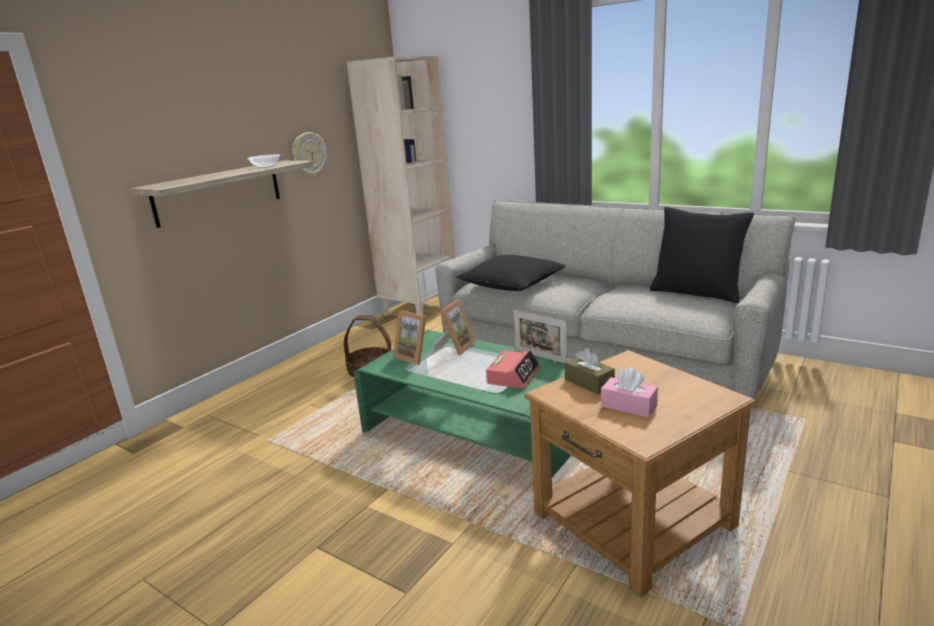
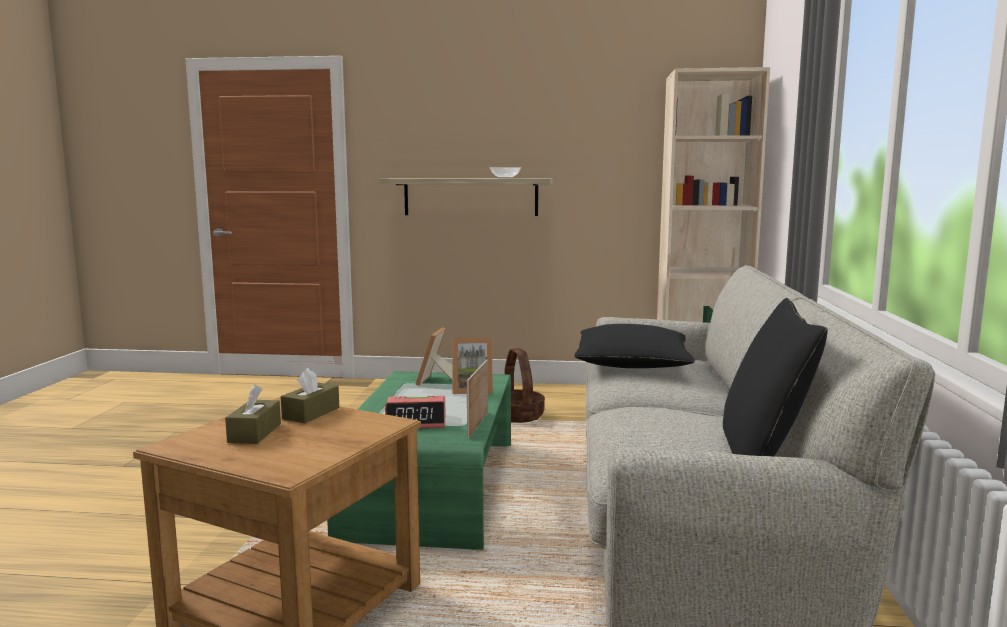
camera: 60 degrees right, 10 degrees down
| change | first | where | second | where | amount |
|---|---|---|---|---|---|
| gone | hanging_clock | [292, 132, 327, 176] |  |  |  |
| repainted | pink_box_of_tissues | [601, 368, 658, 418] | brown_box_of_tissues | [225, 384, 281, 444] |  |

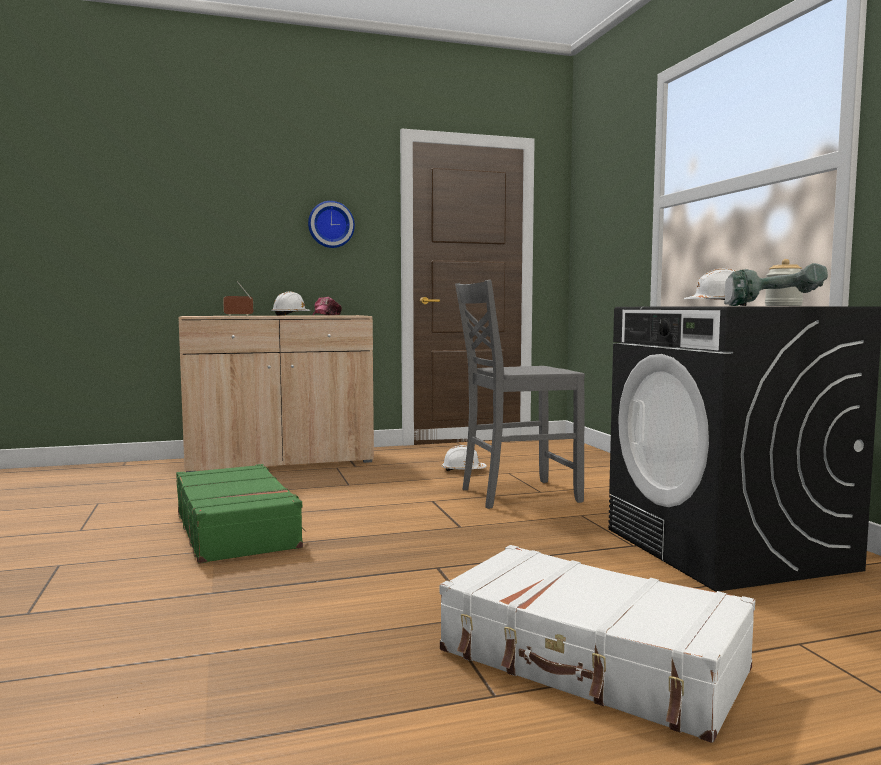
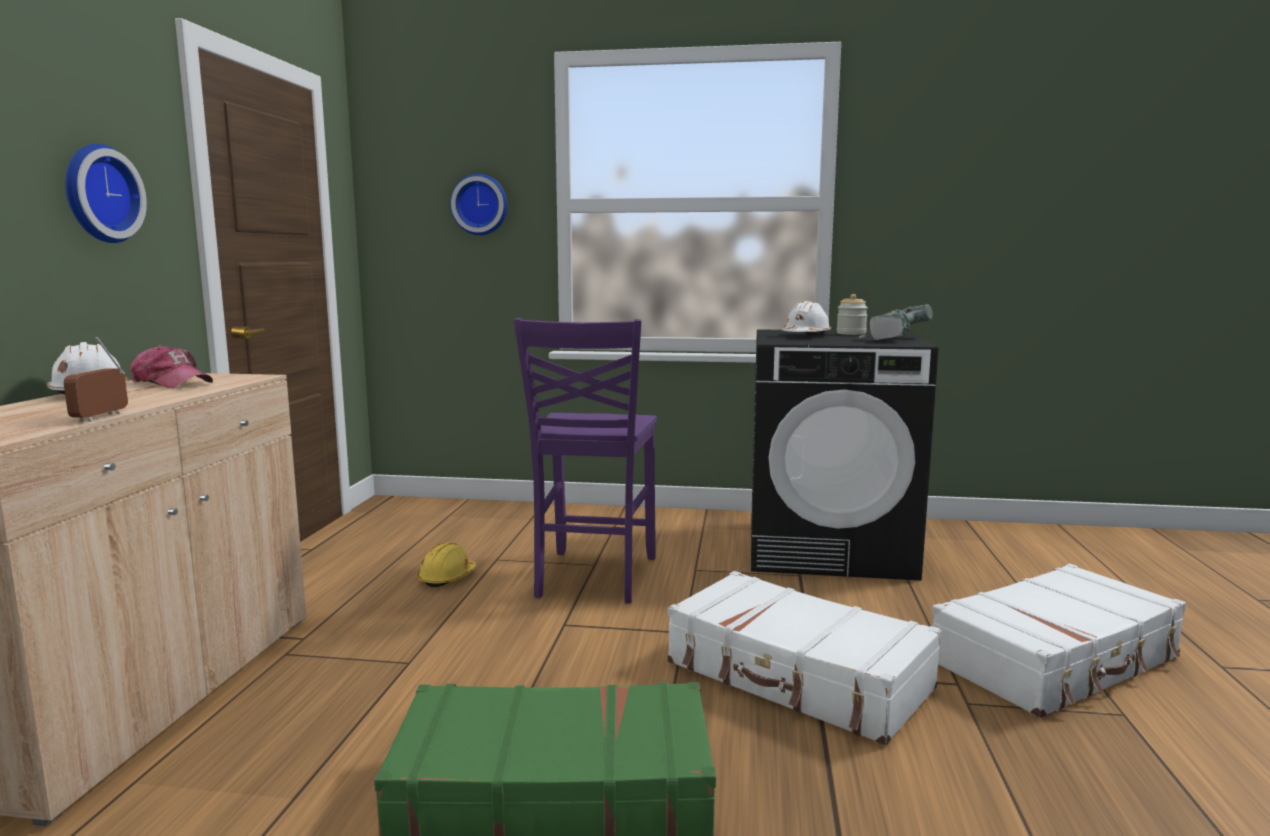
camera: 65 degrees left, 5 degrees up
| change | first | where | second | where | amount |
|---|---|---|---|---|---|
| repainted | white_work_helmet | [442, 445, 487, 471] | yellow_work_helmet | [417, 542, 477, 587] |  |
| repainted | gray_plain_chair | [455, 280, 585, 509] | purple_plain_chair | [514, 318, 657, 604] |  |
| new |  |  | hanging_clock | [450, 174, 508, 235] |  |
| new |  |  | white_travel_case | [668, 571, 942, 745] |  |

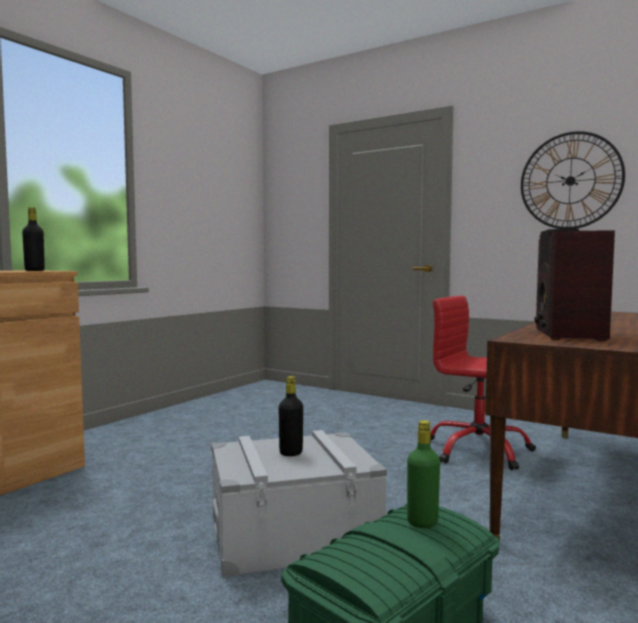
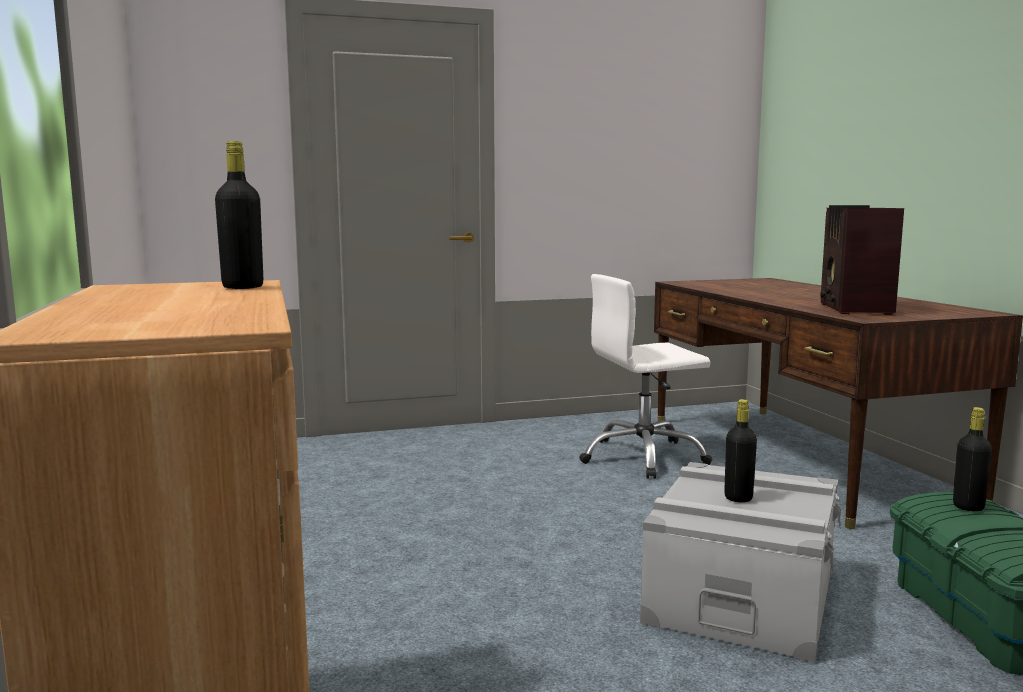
camera: 50 degrees left, 5 degrees up
| change | first | where | second | where | amount |
|---|---|---|---|---|---|
| repainted | greenish_drink_bottle | [407, 420, 440, 528] | blackish_drink_bottle | [953, 407, 992, 512] |  |
| repainted | reddish_office_chair | [430, 296, 536, 470] | white_office_chair | [579, 274, 713, 479] |  |
| gone | hanging_clock | [521, 131, 625, 229] |  |  |  |
| rotated | radio | [535, 229, 615, 341] |  | [820, 205, 904, 315] | 45 degrees clockwise |

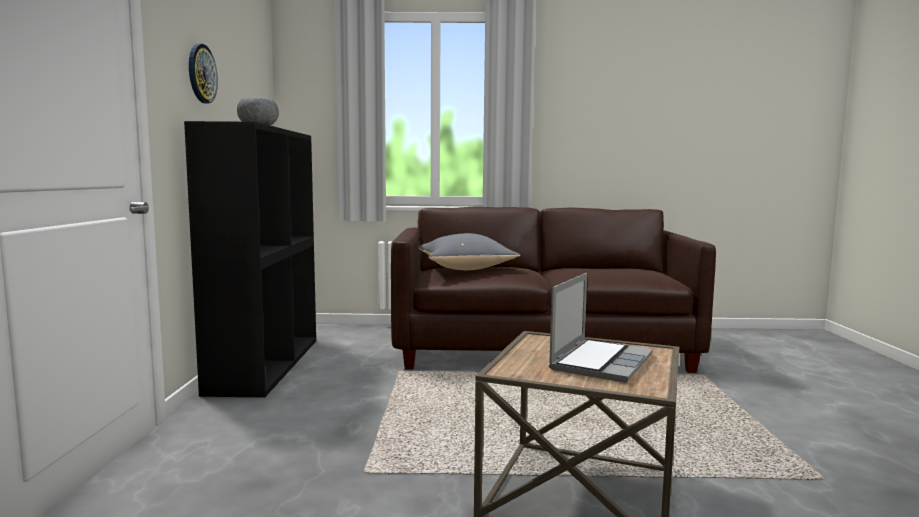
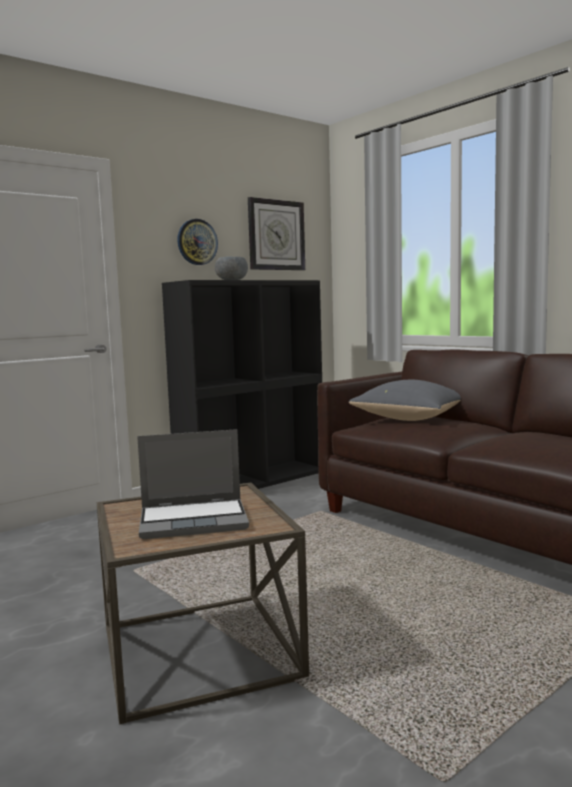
camera: 50 degrees right, 0 degrees up
| change | first | where | second | where | amount |
|---|---|---|---|---|---|
| new |  |  | hanging_clock | [248, 197, 305, 270] |  |

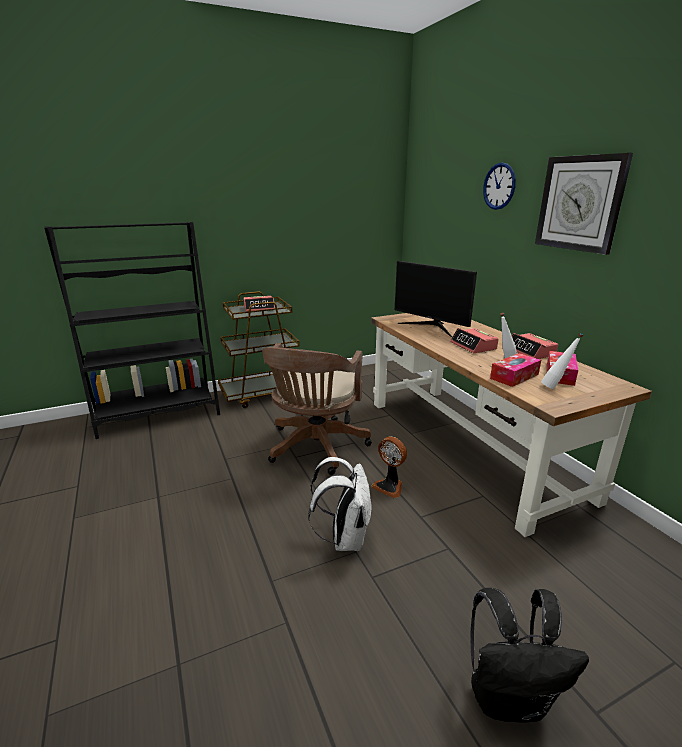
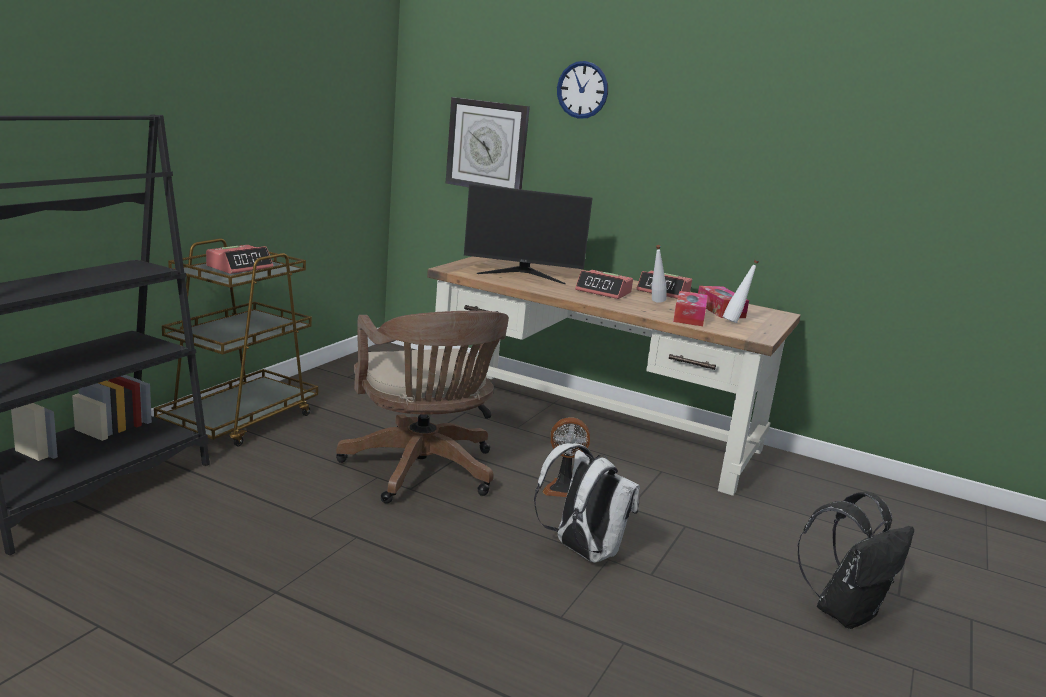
camera: 40 degrees left, 5 degrees down
| change | first | where | second | where | amount |
|---|---|---|---|---|---|
| shifted | hanging_clock | [535, 153, 633, 255] |  | [446, 97, 530, 190] |  |

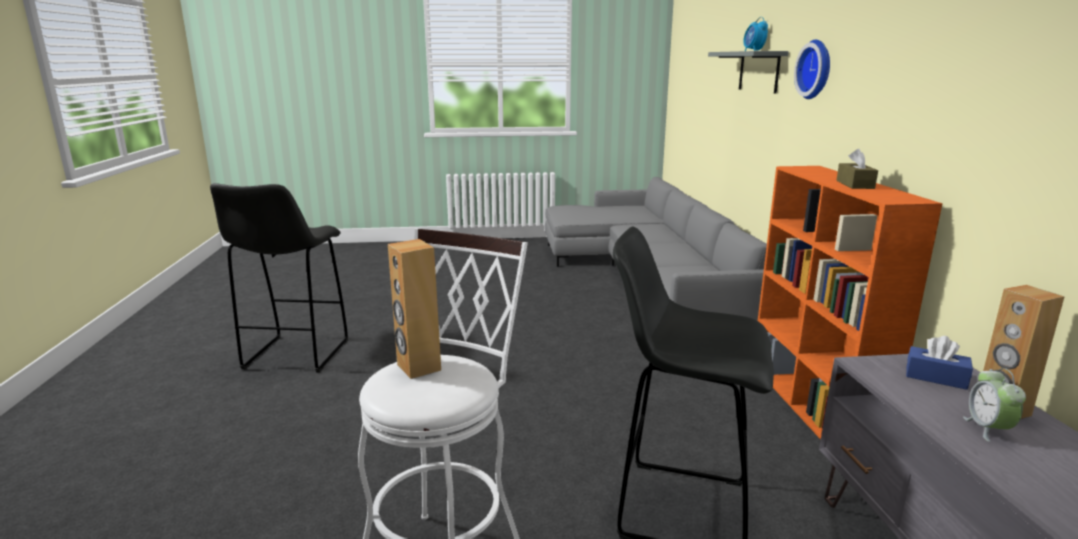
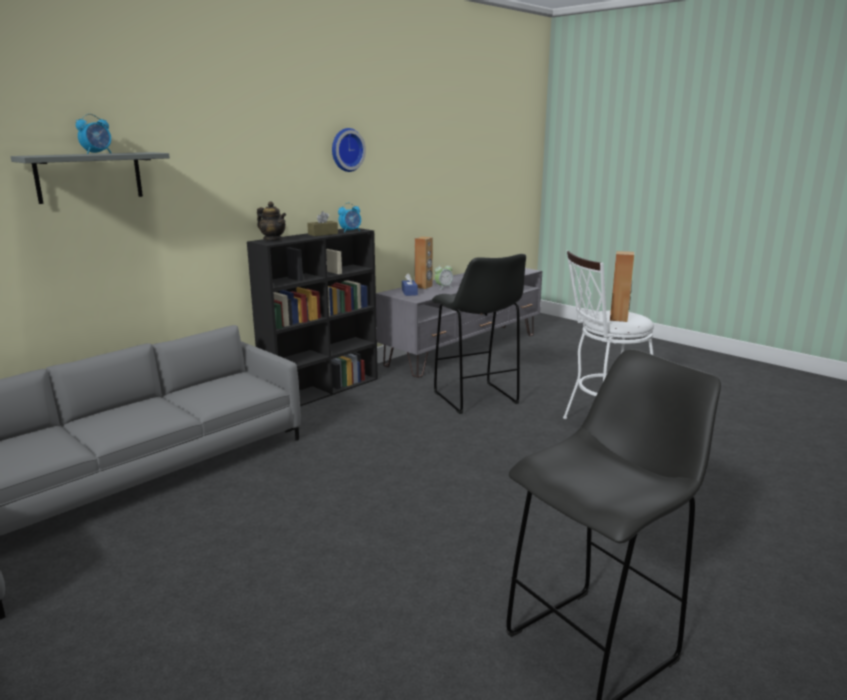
camera: 130 degrees left, 0 degrees up
| change | first | where | second | where | amount |
|---|---|---|---|---|---|
| repainted | orangey_shelving_unit | [758, 166, 943, 440] | blackish_shelving_unit | [247, 228, 378, 406] |  |
| shifted | hanging_clock | [794, 40, 830, 99] |  | [332, 128, 366, 172] |  |
| new |  |  | pot_for_tea | [257, 201, 286, 241] |  |
| new |  |  | alarm_clock | [338, 203, 361, 233] |  |

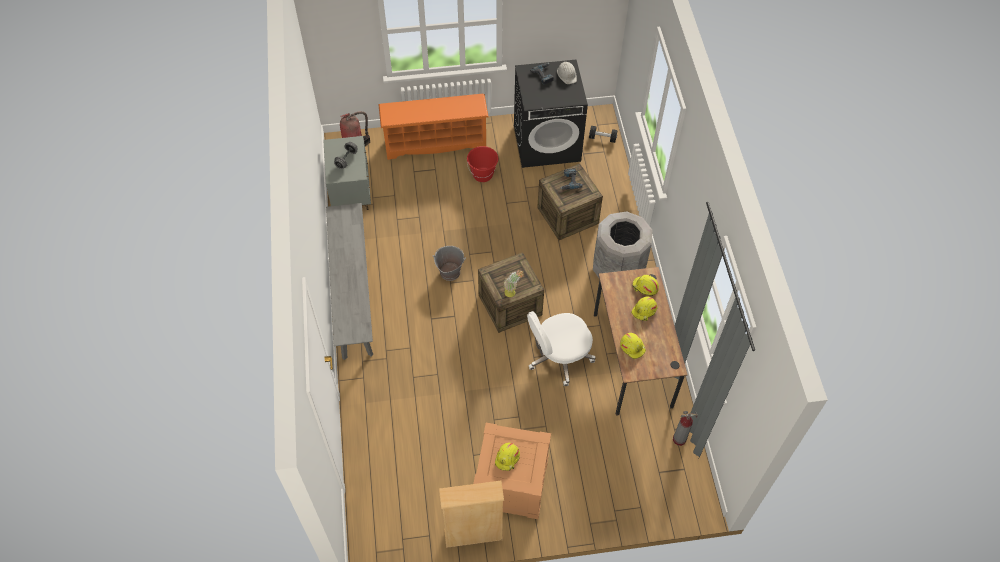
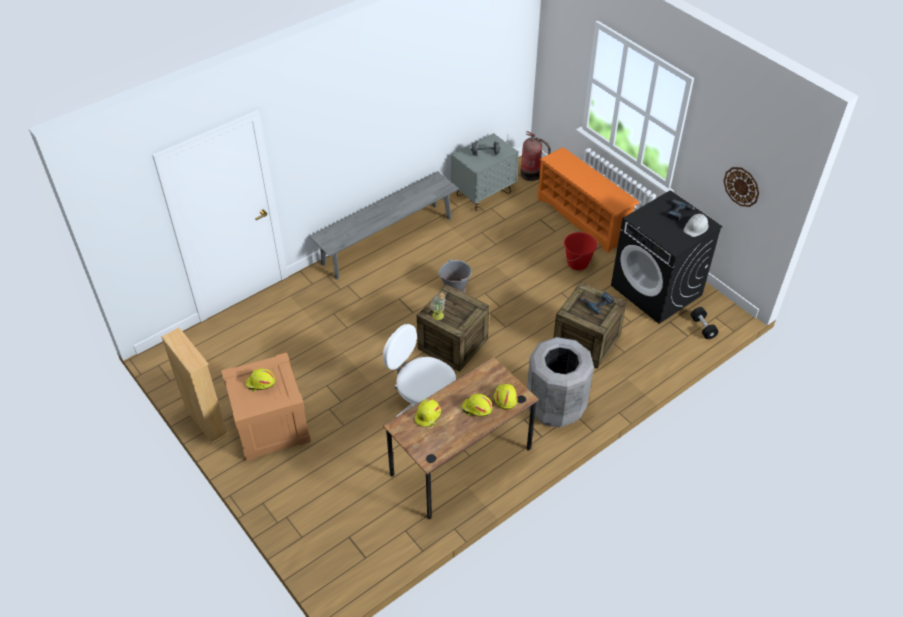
camera: 60 degrees right, 10 degrees down
| change | first | where | second | where | amount |
|---|---|---|---|---|---|
| gone | fire_extinguisher | [673, 411, 698, 446] |  |  |  |
| new |  |  | hanging_clock | [724, 167, 759, 207] |  |

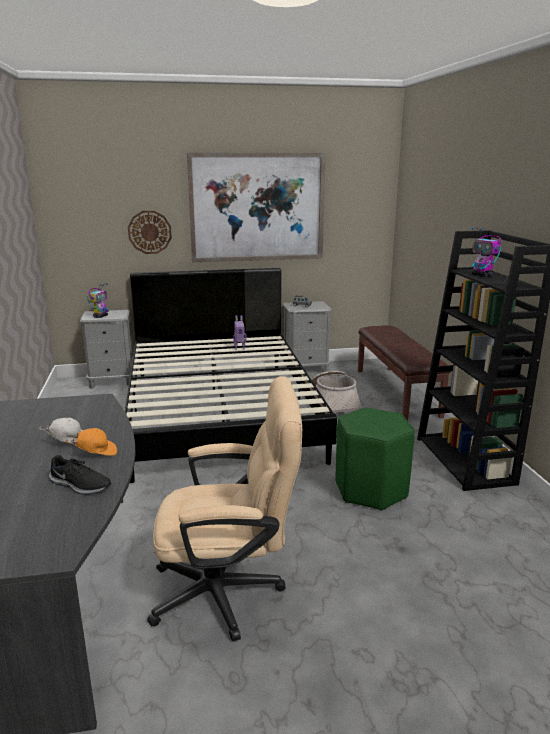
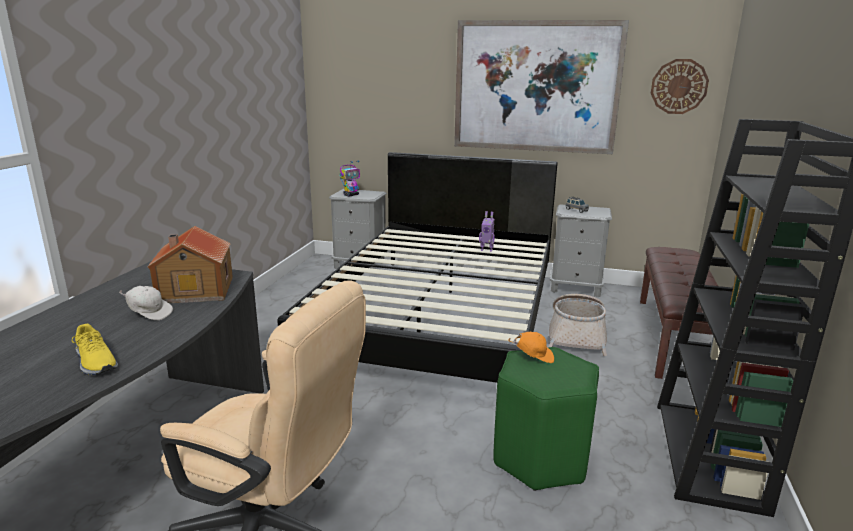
camera: 25 degrees right, 0 degrees up
| change | first | where | second | where | amount |
|---|---|---|---|---|---|
| repainted | blackish_shoe | [49, 455, 111, 495] | yellow_shoe | [72, 324, 118, 375] |  |
| shifted | orangey_peaked_cap | [66, 428, 117, 456] |  | [508, 332, 554, 363] |  |
| shifted | hanging_clock | [128, 211, 172, 254] |  | [651, 59, 709, 114] |  |
| gone | model_robot | [472, 227, 502, 277] |  |  |  |
| new |  |  | miniature_house | [147, 226, 233, 303] |  |

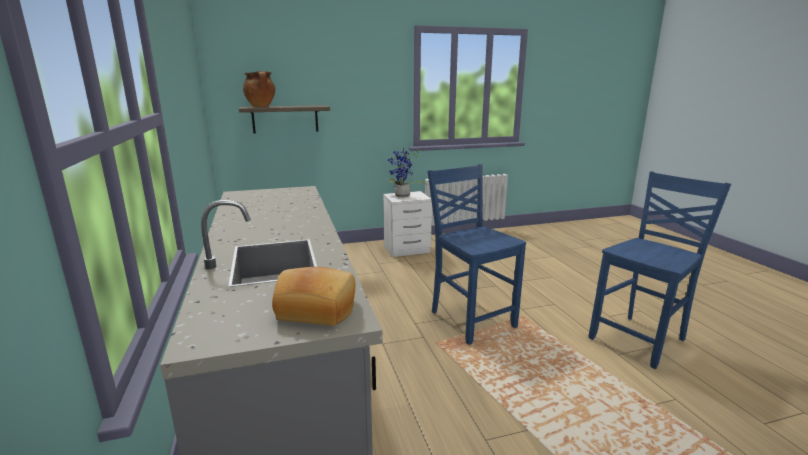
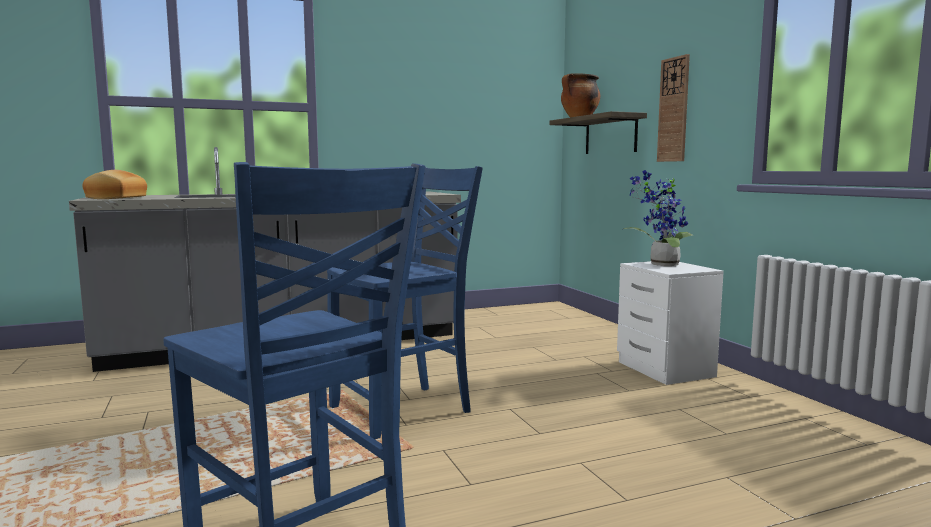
camera: 85 degrees right, 10 degrees down
| change | first | where | second | where | amount |
|---|---|---|---|---|---|
| new |  |  | hanging_clock | [657, 54, 690, 162] |  |

